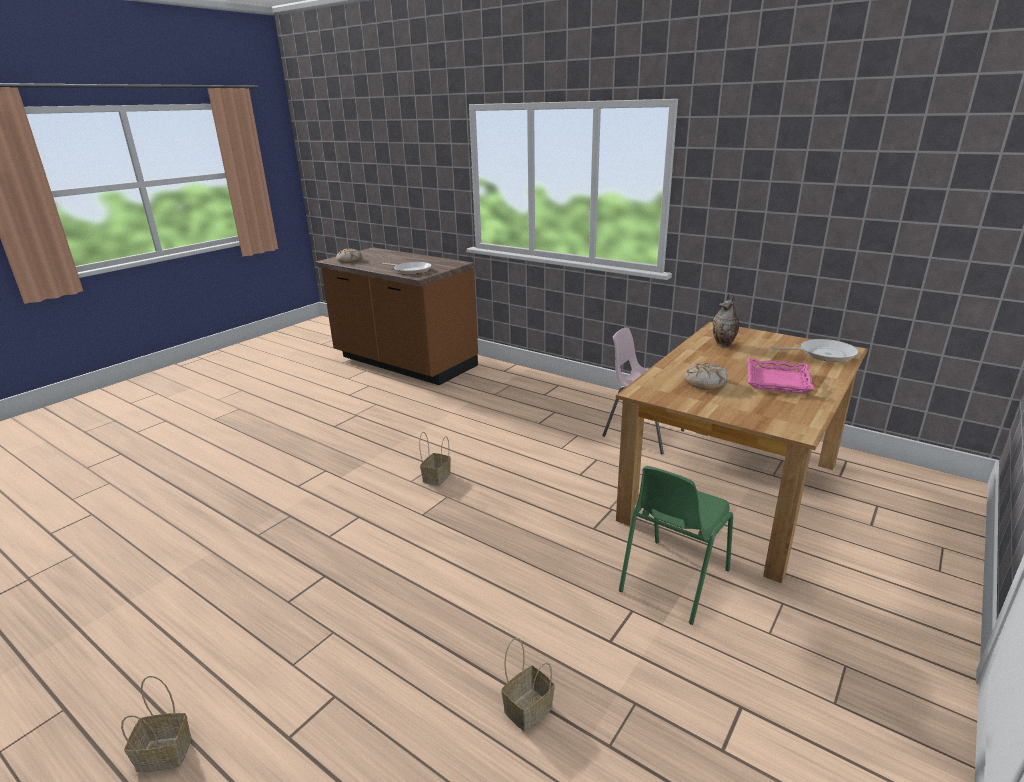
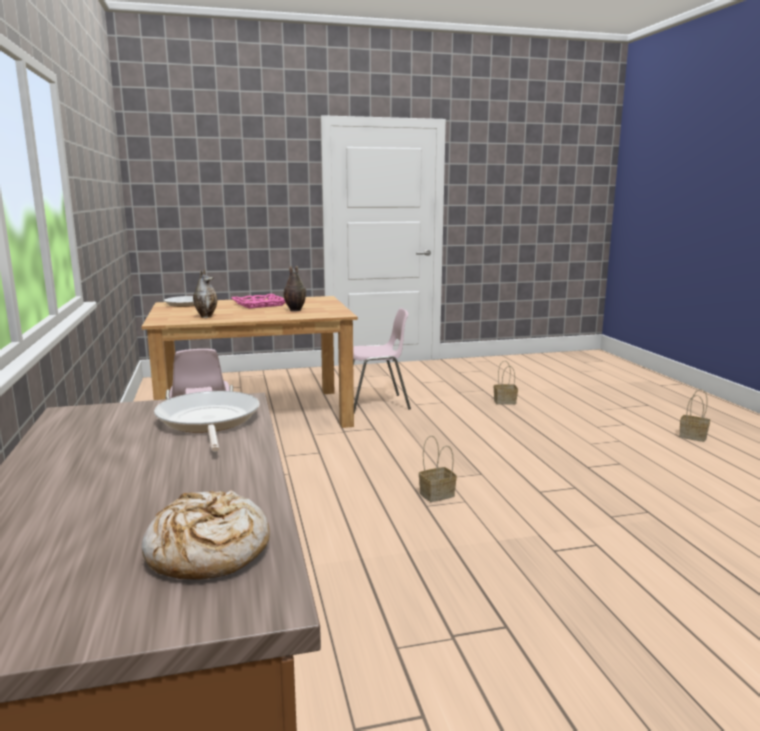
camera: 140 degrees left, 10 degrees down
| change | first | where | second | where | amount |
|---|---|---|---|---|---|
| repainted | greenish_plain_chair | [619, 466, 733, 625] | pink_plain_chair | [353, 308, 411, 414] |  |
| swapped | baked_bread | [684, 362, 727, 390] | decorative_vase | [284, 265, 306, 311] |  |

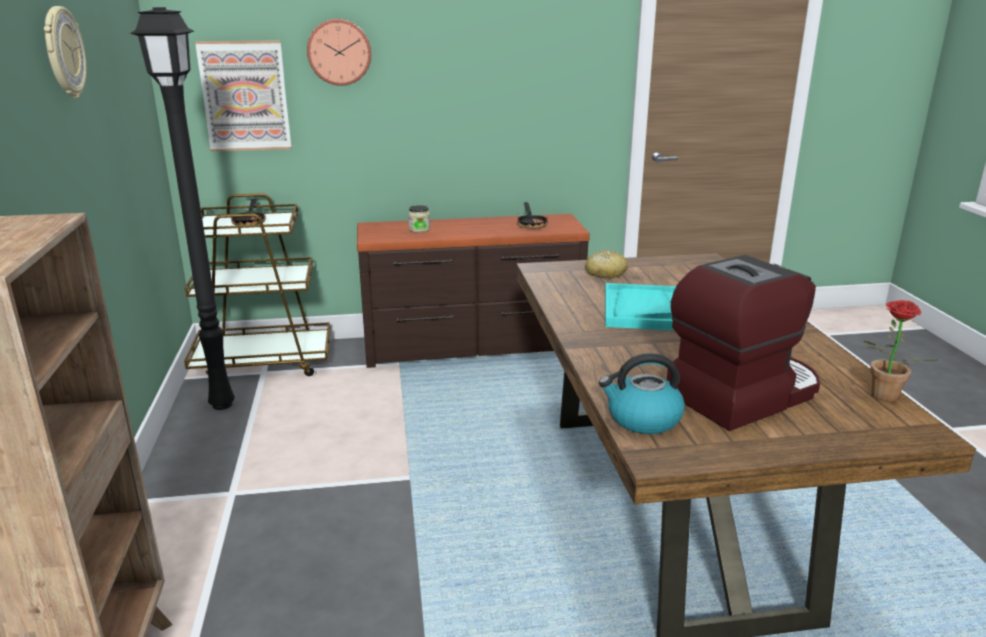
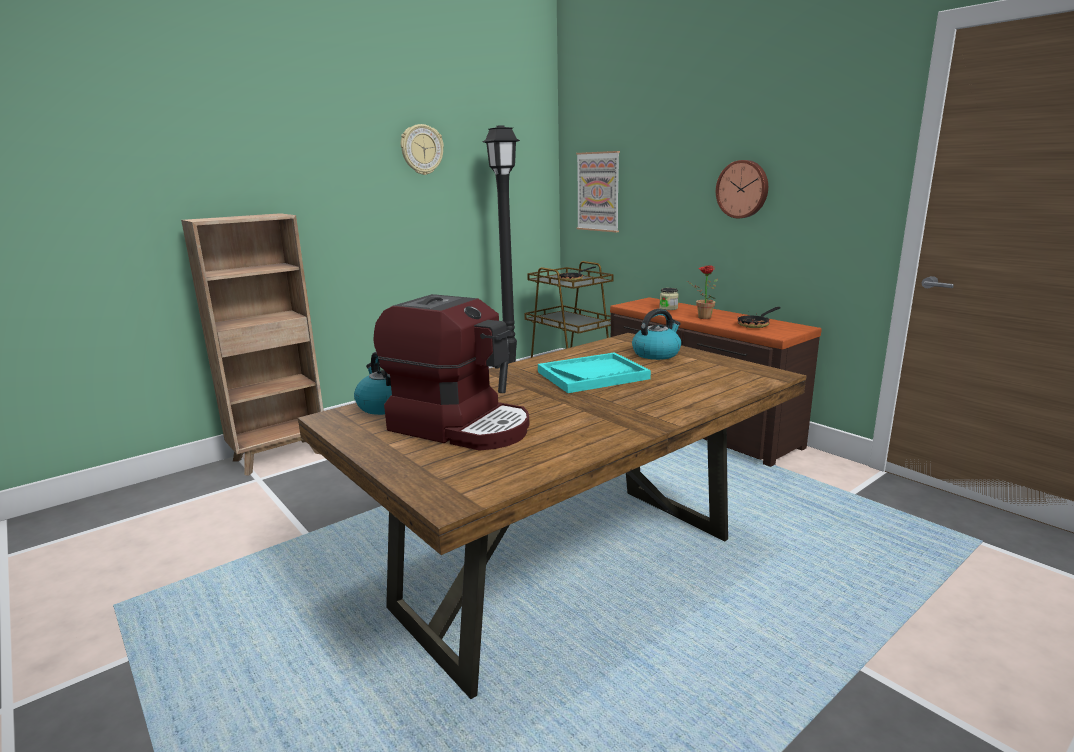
camera: 60 degrees right, 5 degrees down
| change | first | where | second | where | amount |
|---|---|---|---|---|---|
| shifted | hanging_clock | [307, 19, 371, 86] |  | [716, 160, 768, 219] |  |
| swapped | baked_bread | [585, 250, 628, 279] | kettle | [632, 309, 681, 360] |  |
| shifted | potted_plant | [864, 300, 936, 402] |  | [687, 265, 718, 319] |  |

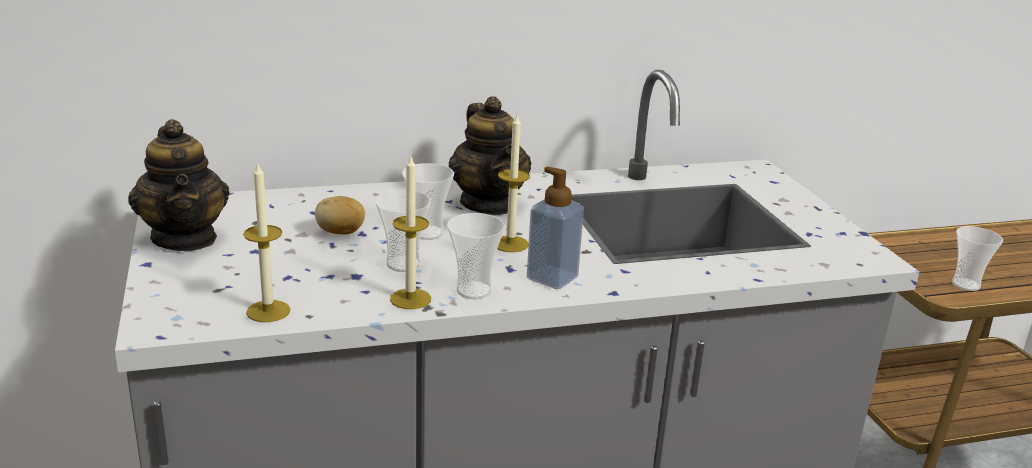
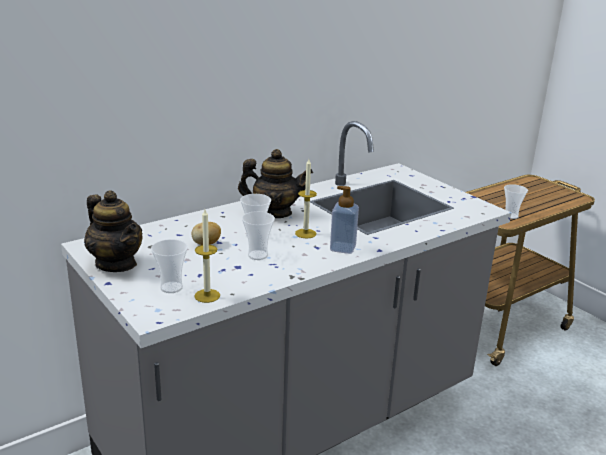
camera: 20 degrees left, 0 degrees up
| change | first | where | second | where | amount |
|---|---|---|---|---|---|
| gone | wax_light | [390, 156, 431, 309] |  |  |  |
| shifted | cup | [447, 213, 505, 299] |  | [151, 239, 188, 293] |  |
| rotated | pot_for_tea | [449, 96, 531, 215] |  | [238, 149, 313, 218] | 45 degrees counterclockwise |

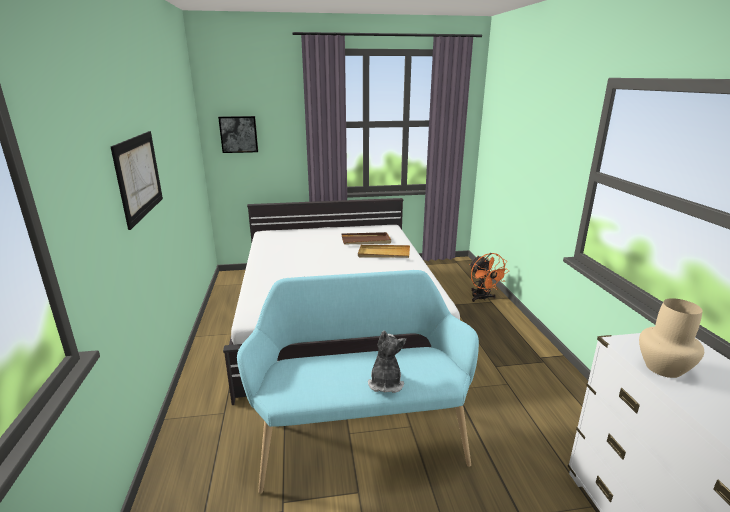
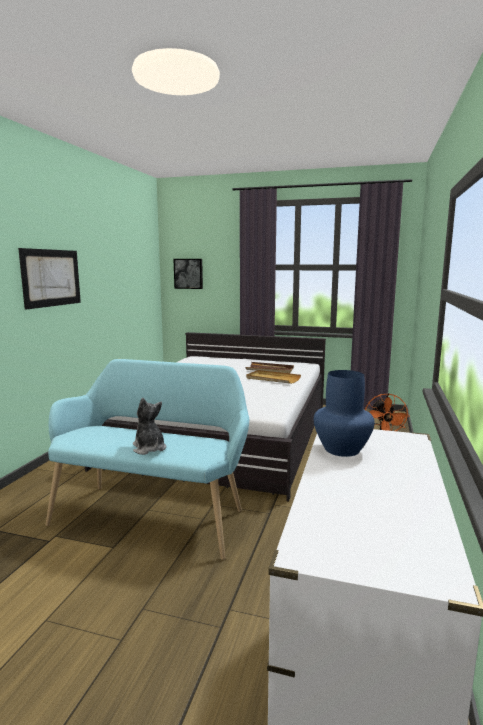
camera: 25 degrees right, 10 degrees down
| change | first | where | second | where | amount |
|---|---|---|---|---|---|
| rotated | cuddly_toy | [368, 331, 406, 393] |  | [133, 398, 166, 455] | 60 degrees counterclockwise |
| repainted | beige-coloured_decorative_vase | [639, 298, 704, 378] | blue-coloured_decorative_vase | [314, 370, 375, 457] |  |

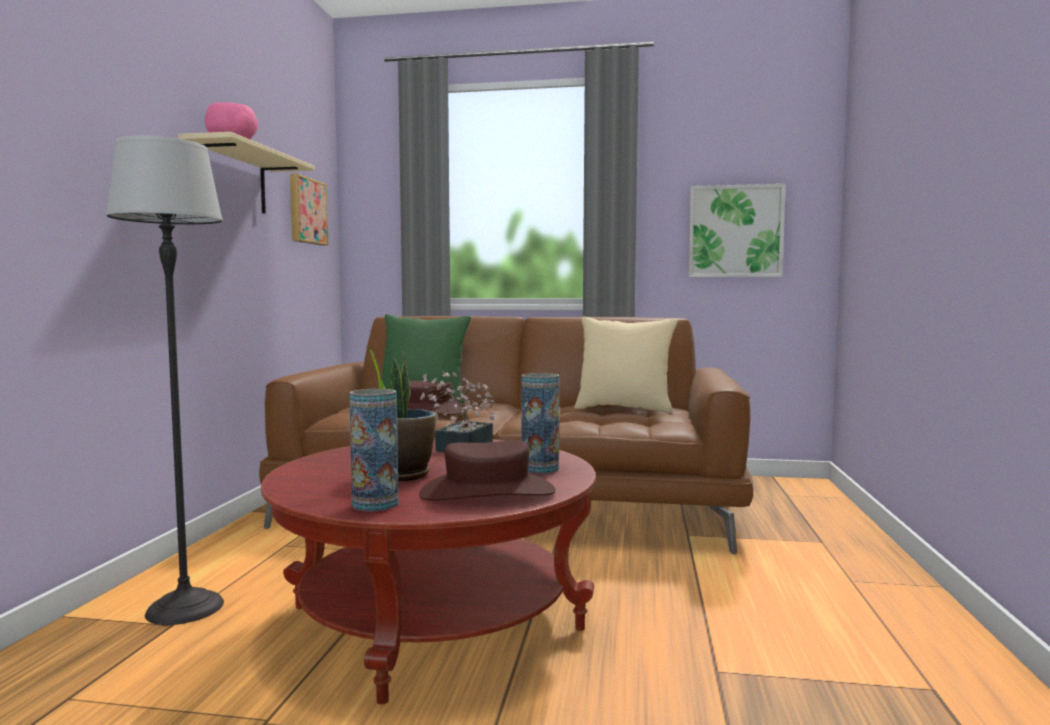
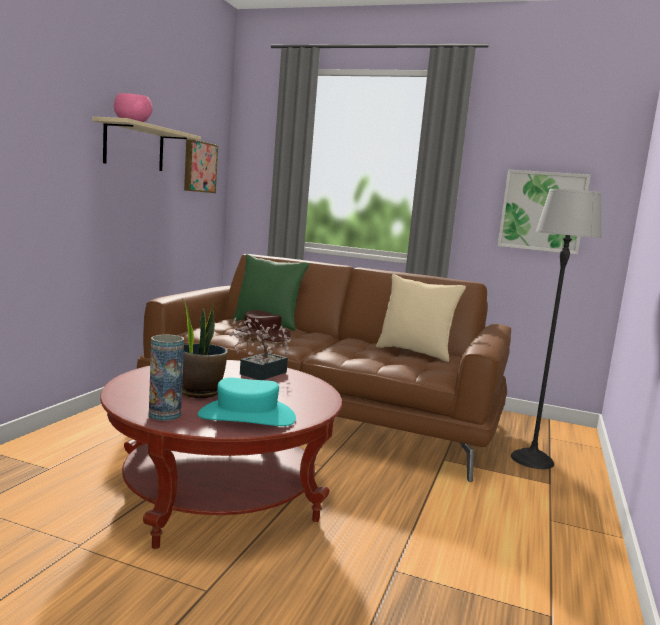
camera: 10 degrees right, 5 degrees up
| change | first | where | second | where | amount |
|---|---|---|---|---|---|
| shifted | standing_lamp | [106, 135, 224, 625] |  | [511, 189, 602, 469] |  |
| repainted | brown_hat | [419, 440, 556, 501] | turquoise_hat | [198, 378, 296, 426] |  |
| gone | decorative_vase | [521, 373, 559, 474] |  |  |  |

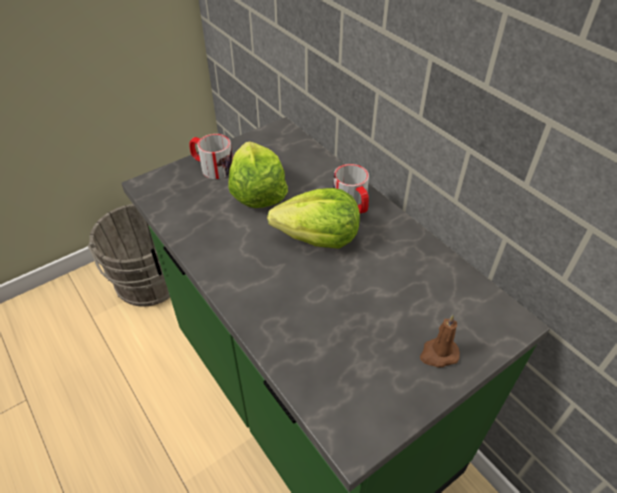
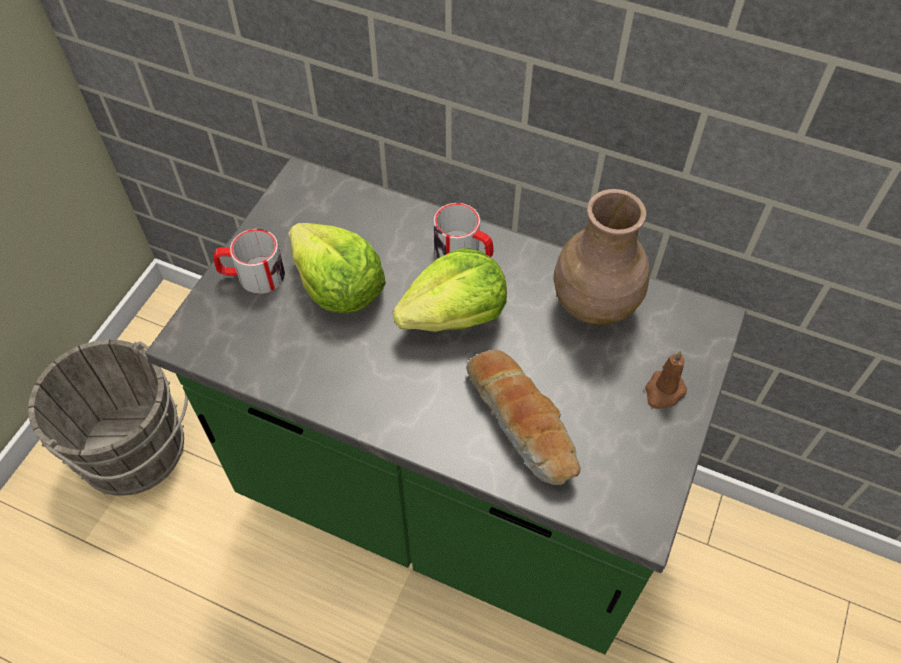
camera: 30 degrees left, 10 degrees up
| change | first | where | second | where | amount |
|---|---|---|---|---|---|
| new |  |  | baked_bread | [466, 349, 581, 485] |  |
| new |  |  | brown_decorative_vase | [554, 189, 649, 326] |  |

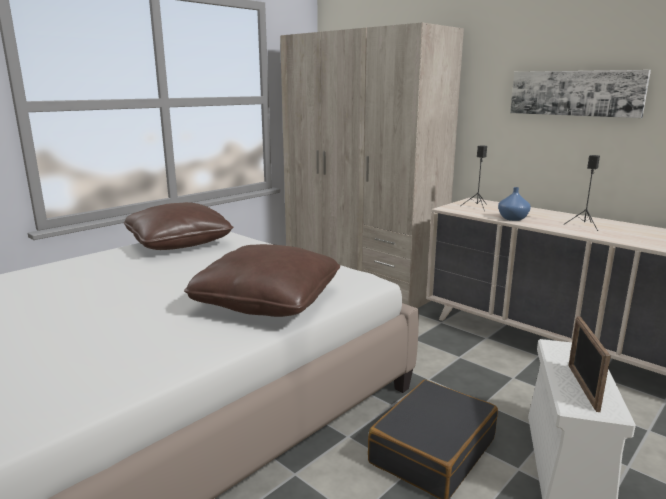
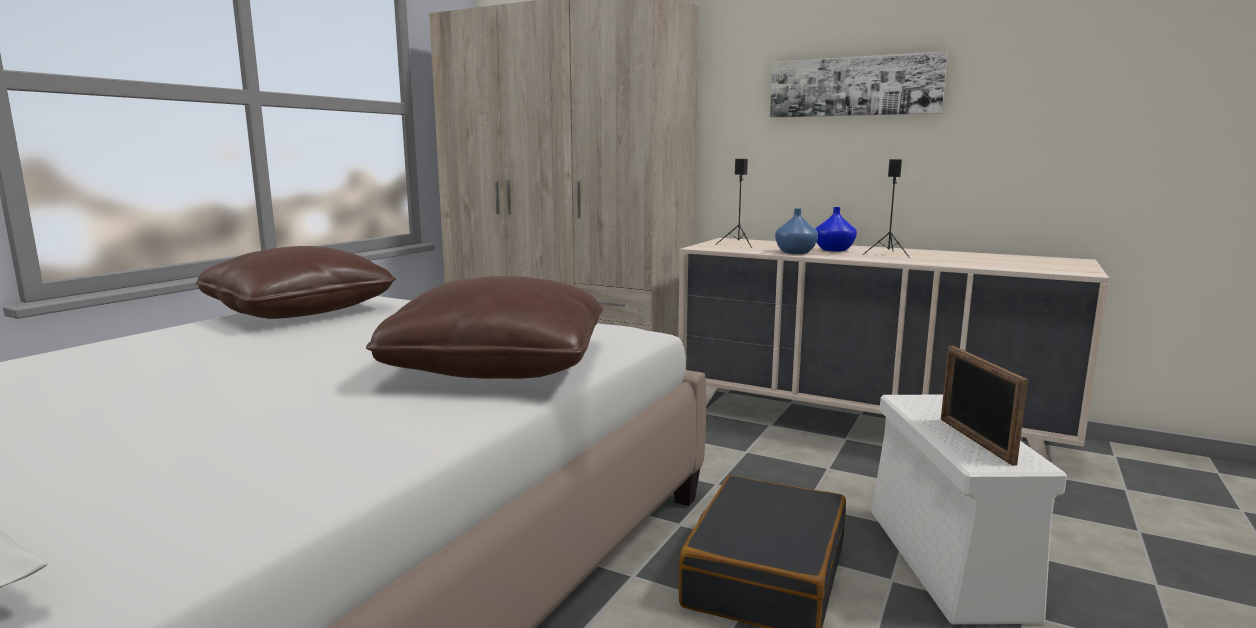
camera: 15 degrees left, 5 degrees down
| change | first | where | second | where | amount |
|---|---|---|---|---|---|
| new |  |  | blue-coloured_decorative_vase | [815, 207, 857, 252] |  |

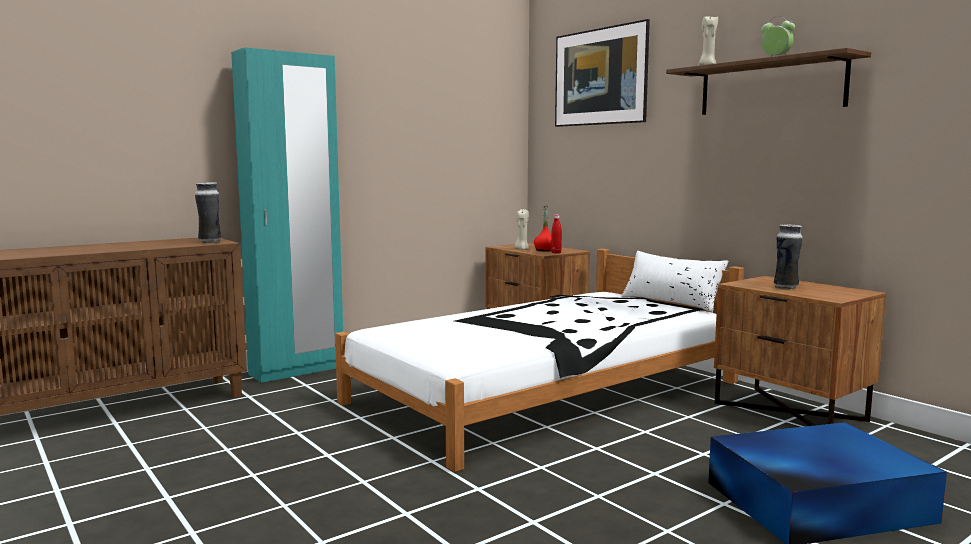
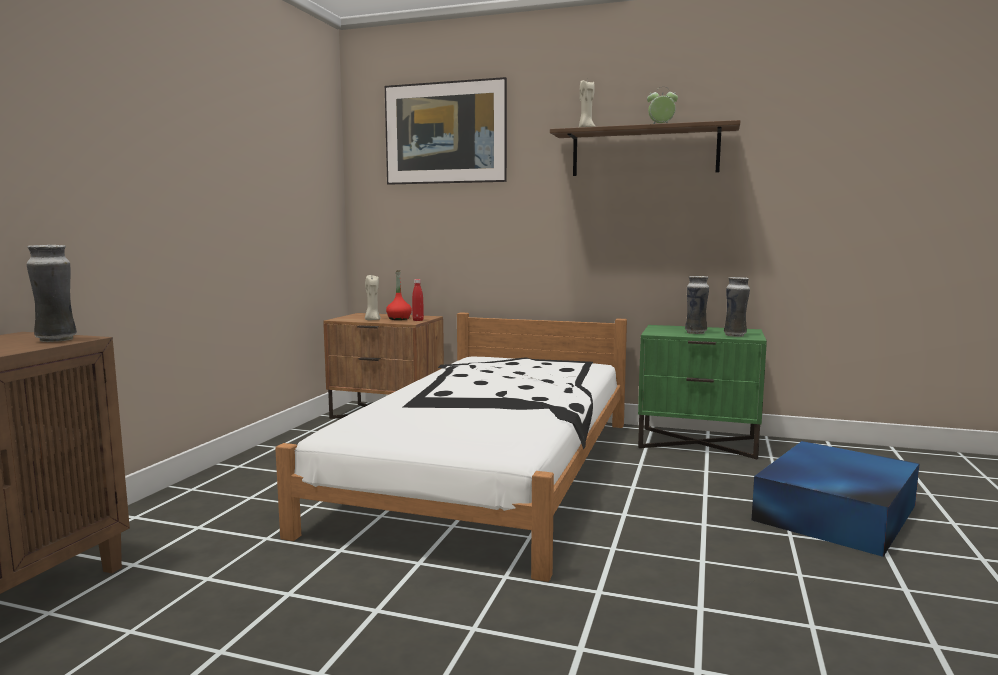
camera: 35 degrees left, 0 degrees up
| change | first | where | second | where | amount |
|---|---|---|---|---|---|
| gone | turquoise_wardrobe | [231, 47, 343, 383] |  |  |  |
| gone | white_cushion | [621, 251, 729, 312] |  |  |  |
| repainted | brown_bedside_table | [714, 276, 886, 426] | greenish_bedside_table | [638, 325, 767, 459] |  |
| new |  |  | decorative_vase | [724, 277, 750, 337] |  |

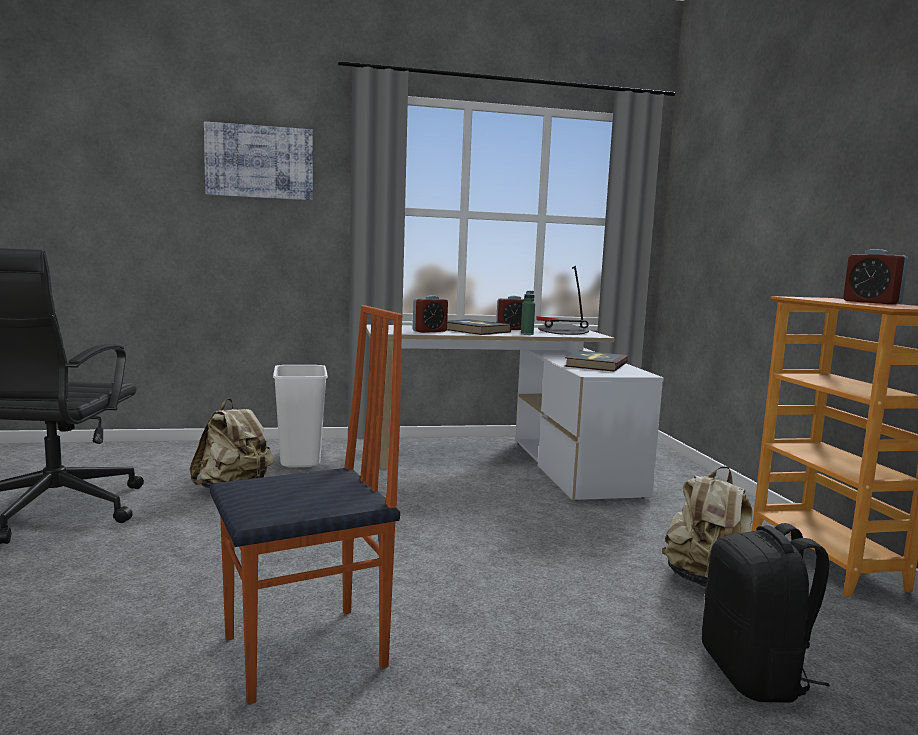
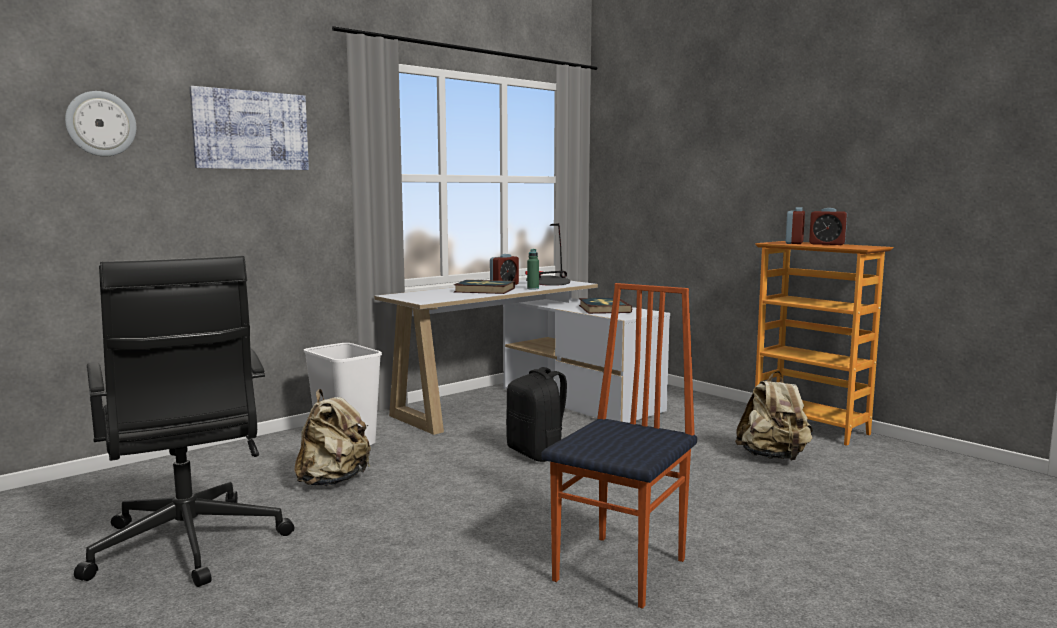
camera: 30 degrees left, 0 degrees up
| change | first | where | second | where | amount |
|---|---|---|---|---|---|
| shifted | alarm_clock | [413, 295, 448, 333] |  | [786, 207, 805, 244] |  |
| shifted | blackish_rucksack | [702, 523, 830, 703] |  | [506, 367, 567, 462] |  |
| new |  |  | hanging_clock | [65, 91, 136, 156] |  |

